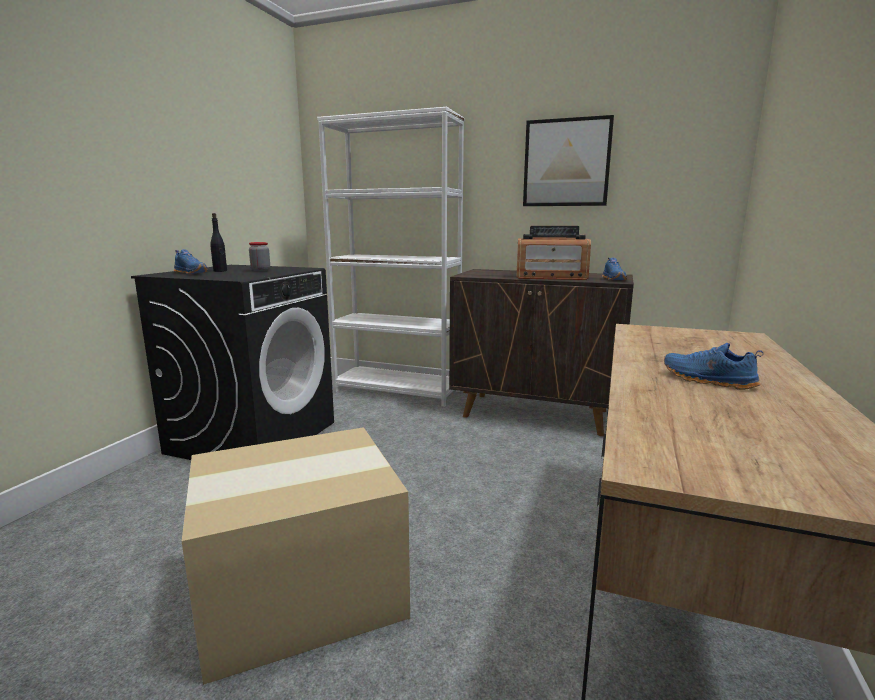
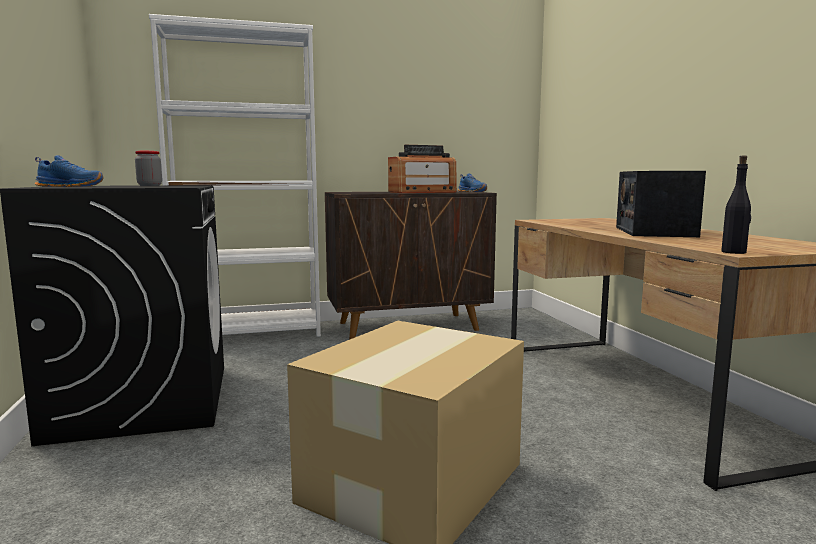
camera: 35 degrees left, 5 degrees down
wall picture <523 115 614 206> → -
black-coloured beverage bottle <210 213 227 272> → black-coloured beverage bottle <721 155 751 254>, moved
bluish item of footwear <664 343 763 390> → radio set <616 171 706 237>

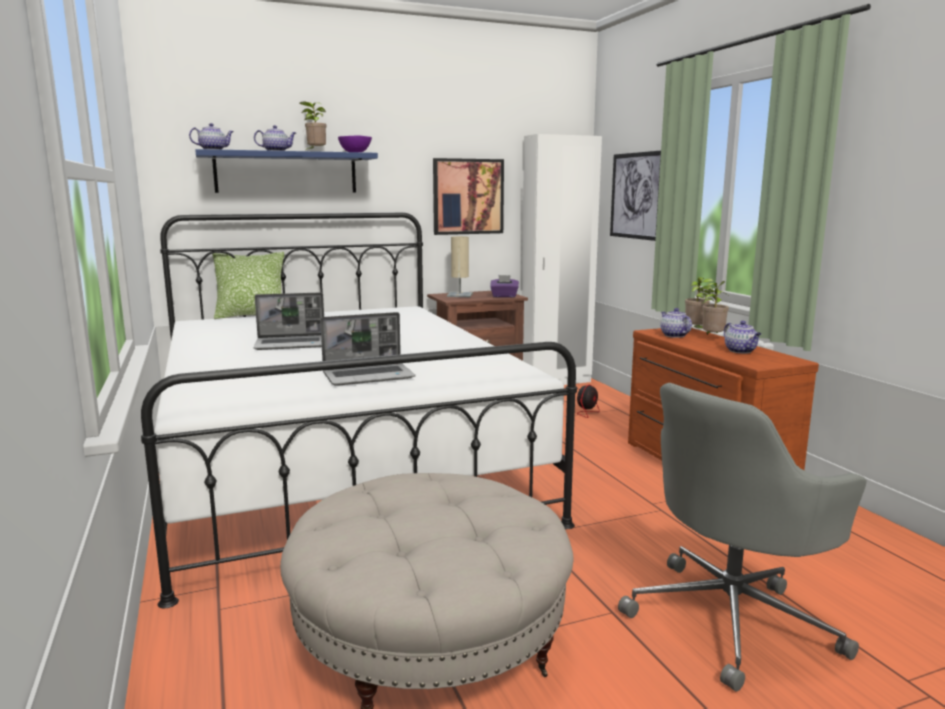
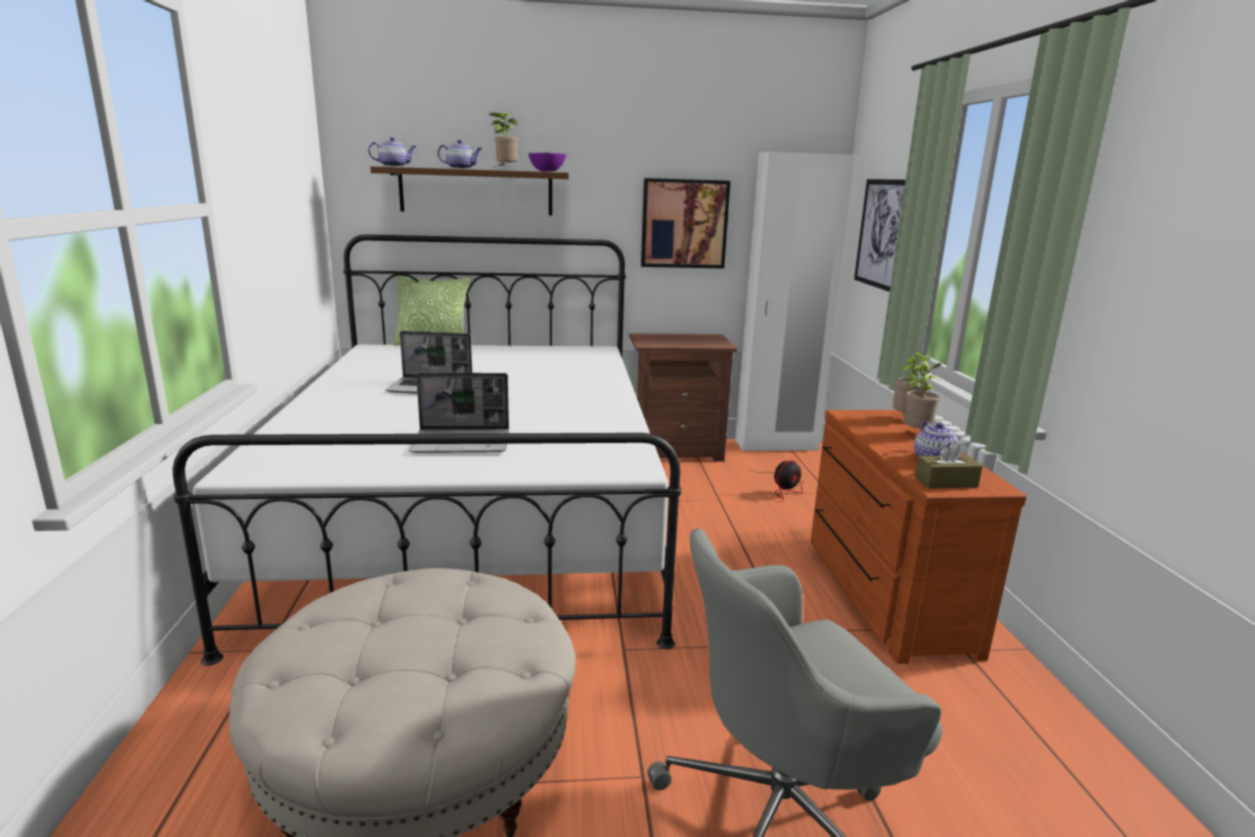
camera: 15 degrees right, 5 degrees up
bluish wall shelf <195 149 378 193> → brown wall shelf <370 166 569 215>
beige-coloured table lamp <447 236 473 297> → -
purple-coloured tissue holder <490 275 519 297> → -
tea pot <661 308 692 338> → -
- → brown tissue holder <915 440 983 489>

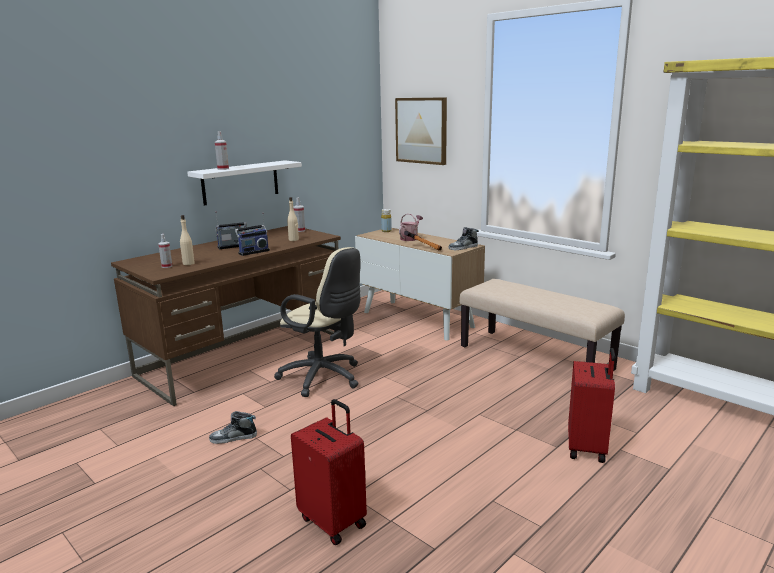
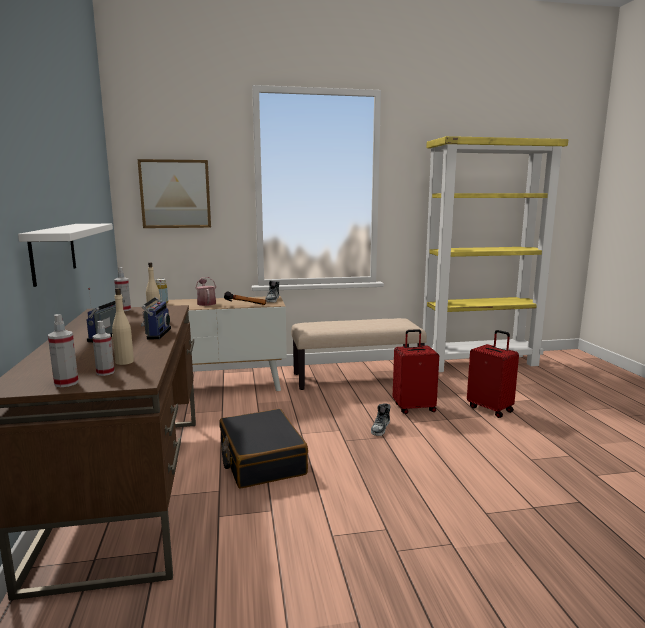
camera: 55 degrees left, 5 degrees down
spray bottle <215 131 229 170> → spray bottle <48 314 79 387>, moved
beige-coloured office chair <274 247 361 397> → black-coloured suitcase <219 409 308 489>
red suitcase <291 399 367 545> → red suitcase <393 329 439 414>, moved
item of footwear <209 411 257 444> → item of footwear <371 403 391 436>, moved

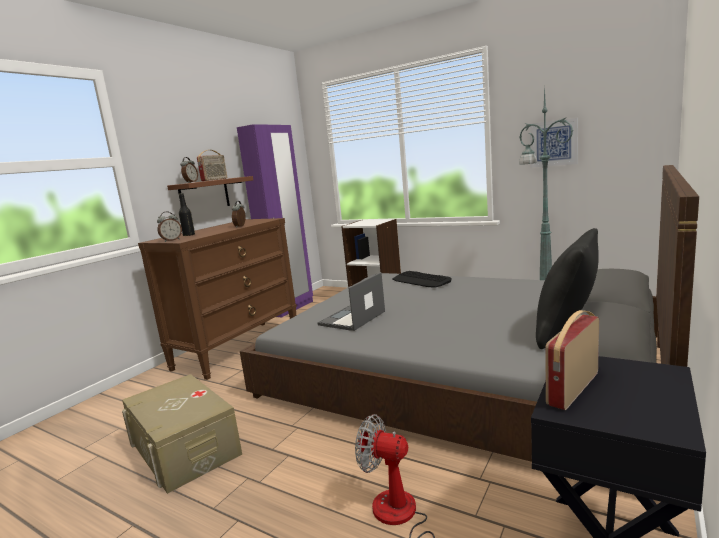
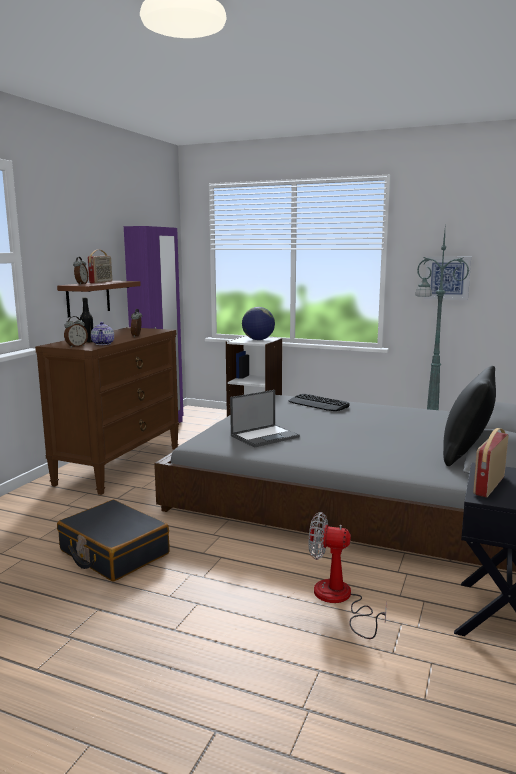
camera: 10 degrees left, 0 degrees up
notebook computer <318 272 385 331> → notebook computer <230 390 300 448>, 150 degrees counterclockwise
beige-coloured storage box <122 374 242 494> → black-coloured suitcase <57 500 170 582>
- → globe <242 307 275 340>
- → tea pot <91 322 114 345>

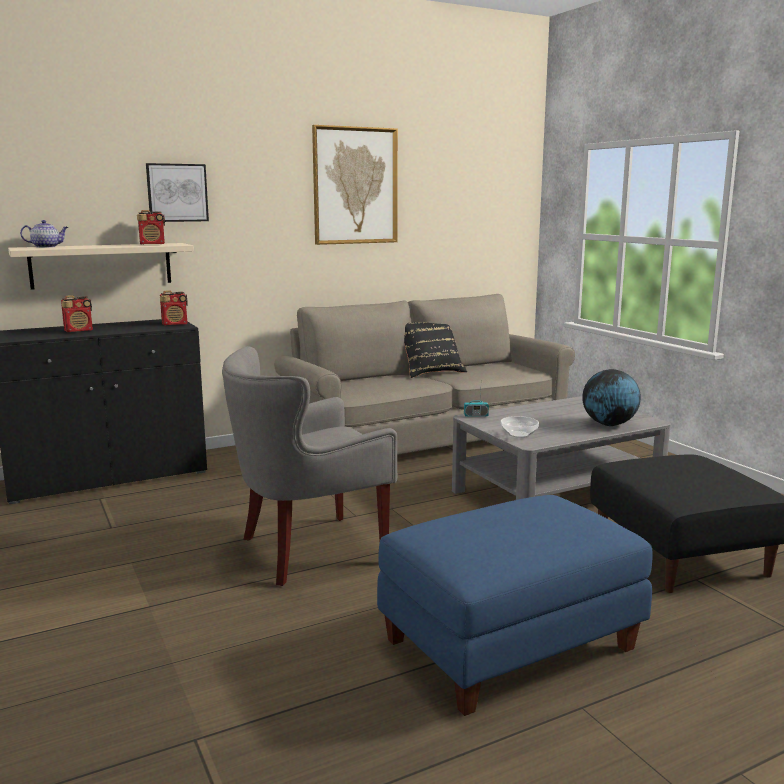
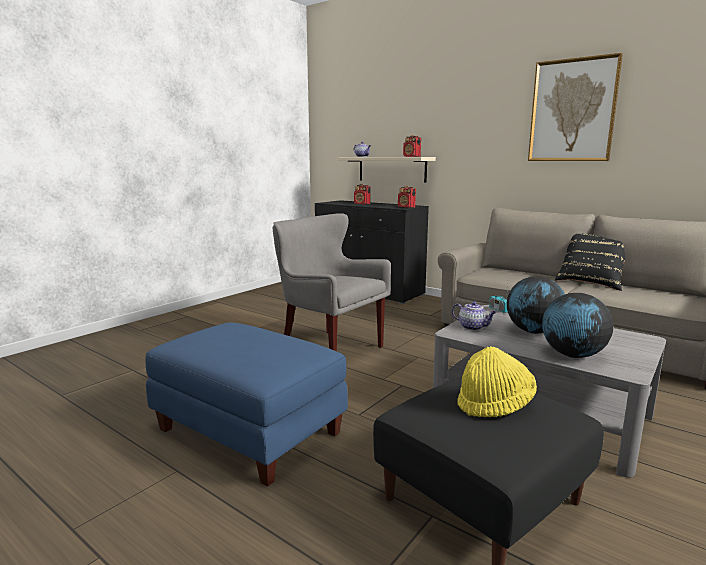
camera: 65 degrees right, 0 degrees up
wall picture <146 163 209 222> → -
bowl <501 416 539 438> → tea pot <452 301 497 330>
- → globe <507 276 565 334>
- → yellow-coloured clothing hat <457 346 537 417>

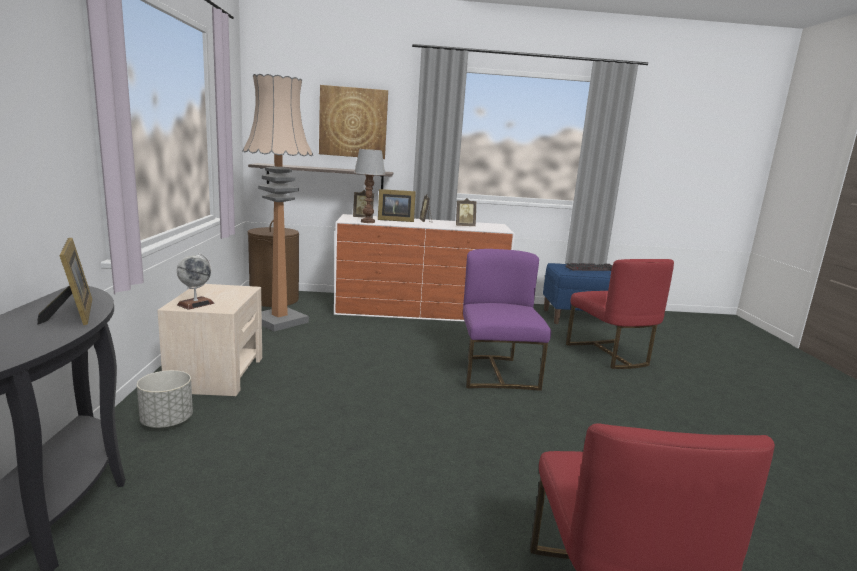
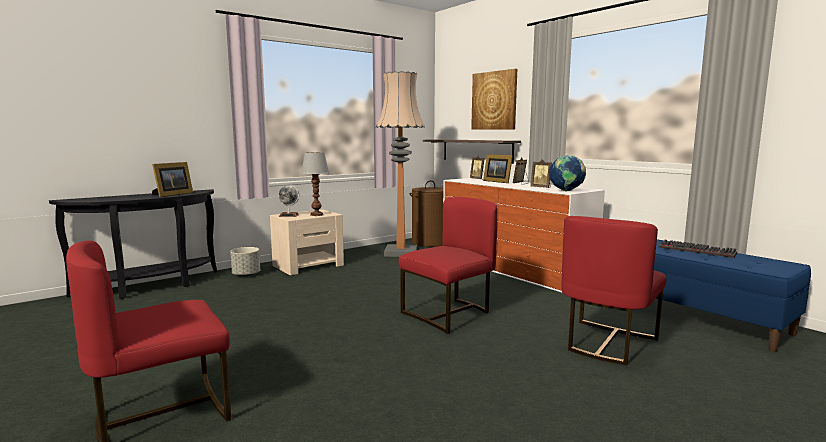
camera: 55 degrees right, 5 degrees down
table lamp <354 149 385 223> → table lamp <302 152 329 216>, moved
purple-coloured upright chair <463 249 551 391> → red upright chair <398 197 498 334>
- → globe <549 155 586 191>

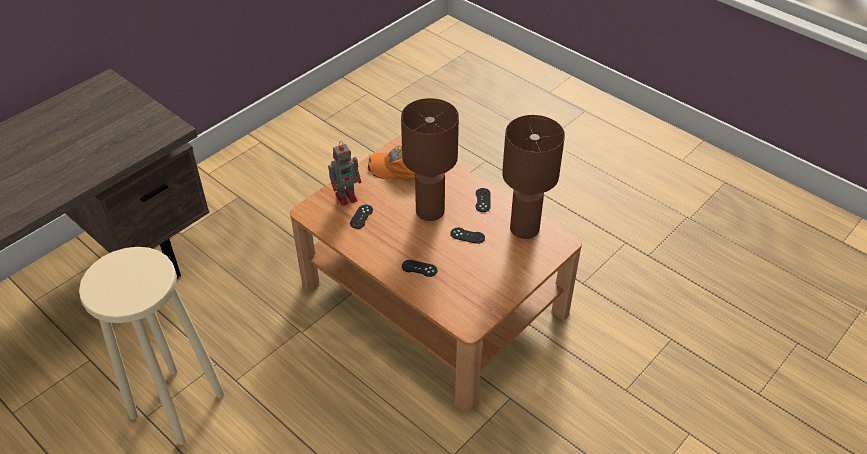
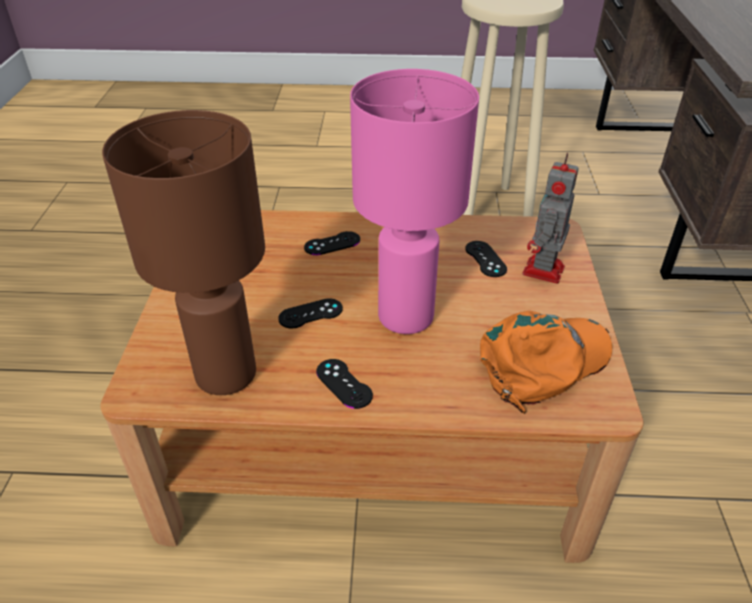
camera: 140 degrees right, 5 degrees down
brown table lamp <401 98 459 221> → pink table lamp <350 69 479 334>

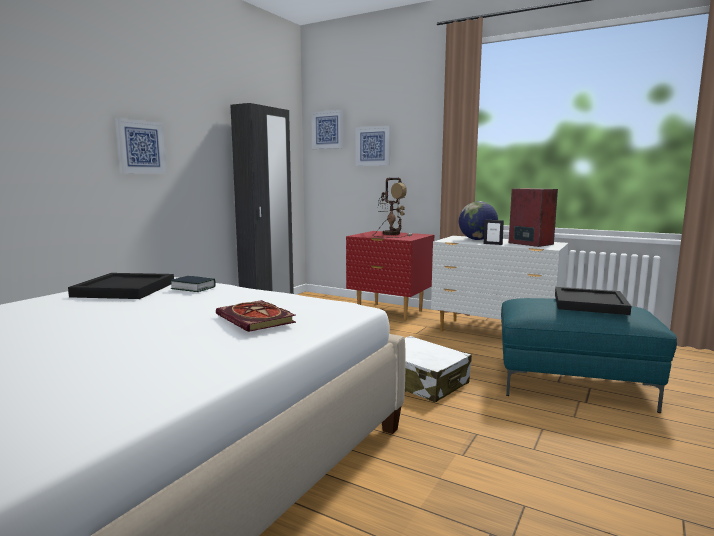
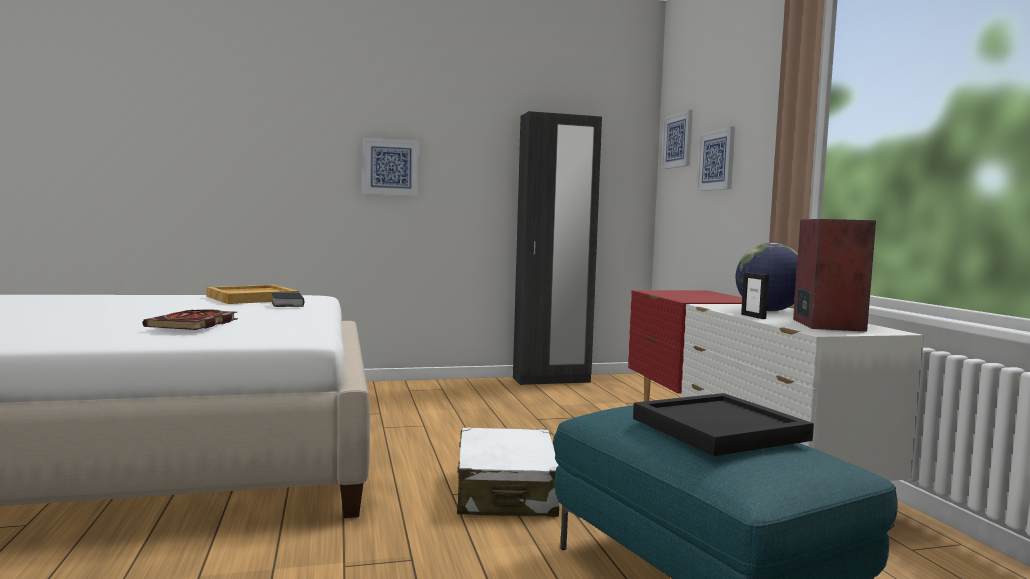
camera: 45 degrees right, 5 degrees down
table lamp <373 177 413 237> → -
black-coloured carrying tray <68 273 174 299> → beige-coloured carrying tray <206 285 299 304>

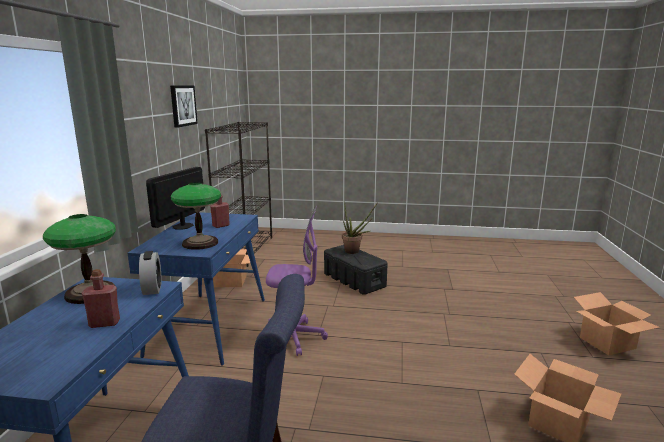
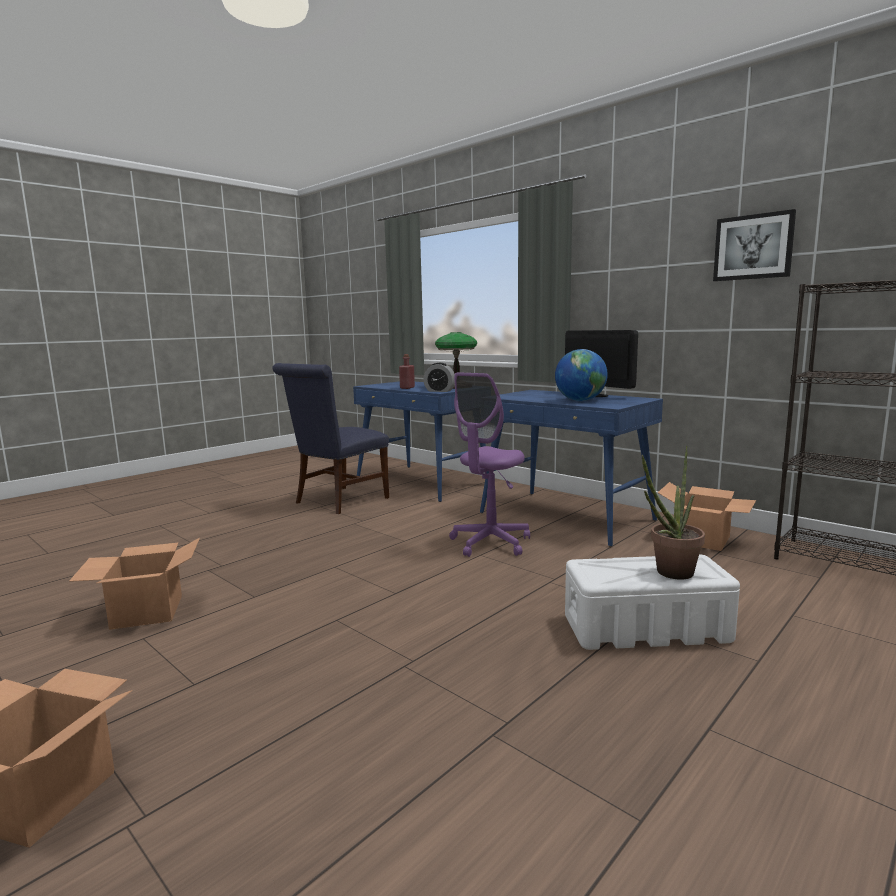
camera: 125 degrees right, 5 degrees down
table lamp <171 182 221 250> → -
red beverage bottle <210 195 230 228> → globe <555 349 608 401>
black-coloured storage box <324 245 388 295> → white-coloured storage box <565 554 740 650>

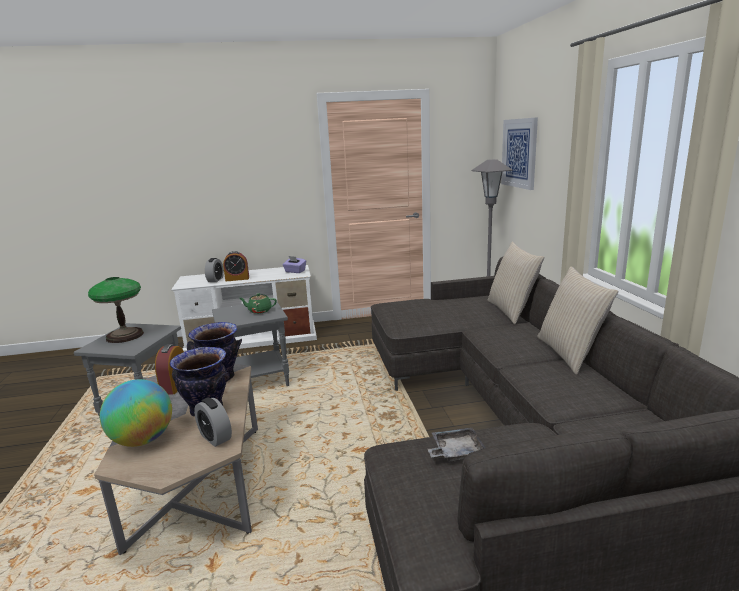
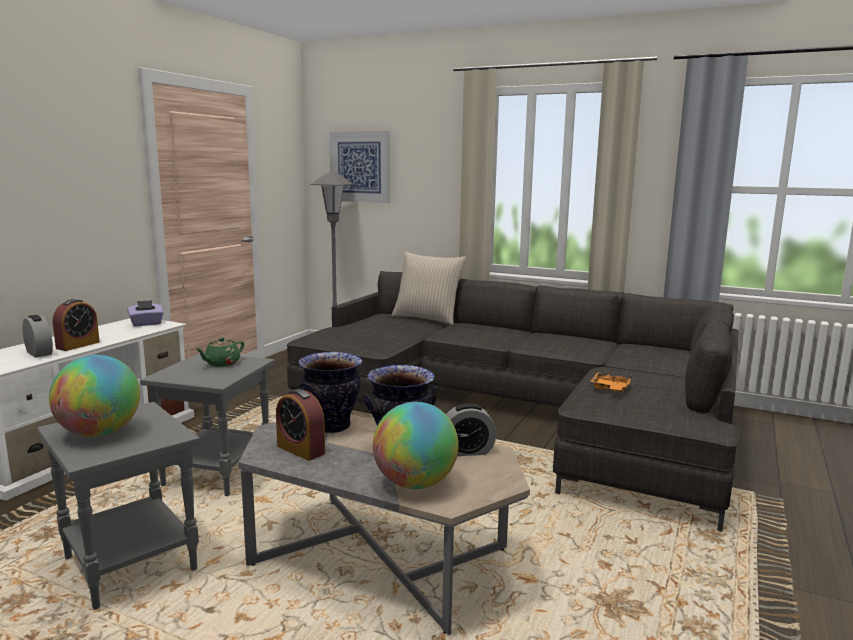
camera: 55 degrees left, 5 degrees down
beige-coloured cushion <537 266 618 375> → -
table lamp <88 277 144 343> → globe <49 355 140 437>
gray carrying tray <428 428 485 462> → orangey carrying tray <590 372 632 392>

